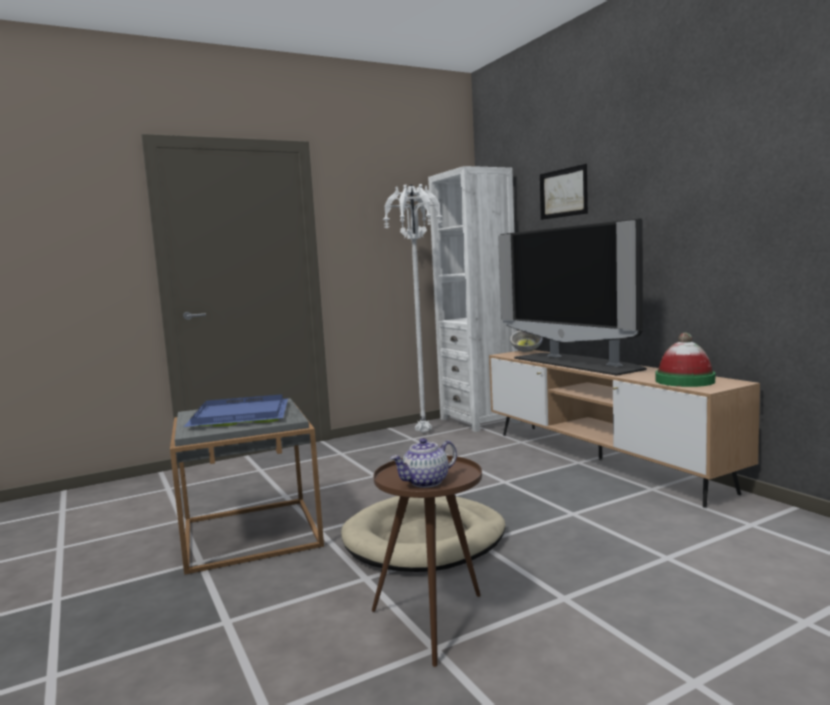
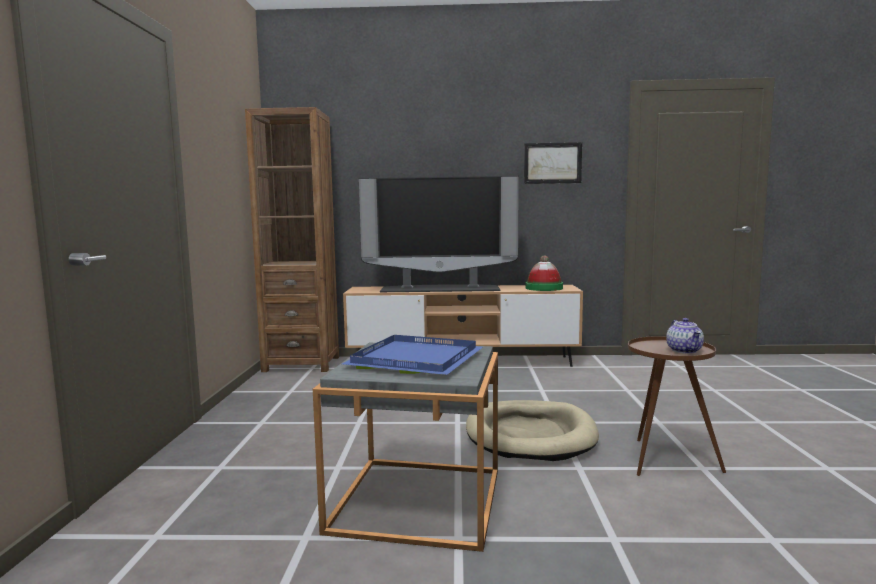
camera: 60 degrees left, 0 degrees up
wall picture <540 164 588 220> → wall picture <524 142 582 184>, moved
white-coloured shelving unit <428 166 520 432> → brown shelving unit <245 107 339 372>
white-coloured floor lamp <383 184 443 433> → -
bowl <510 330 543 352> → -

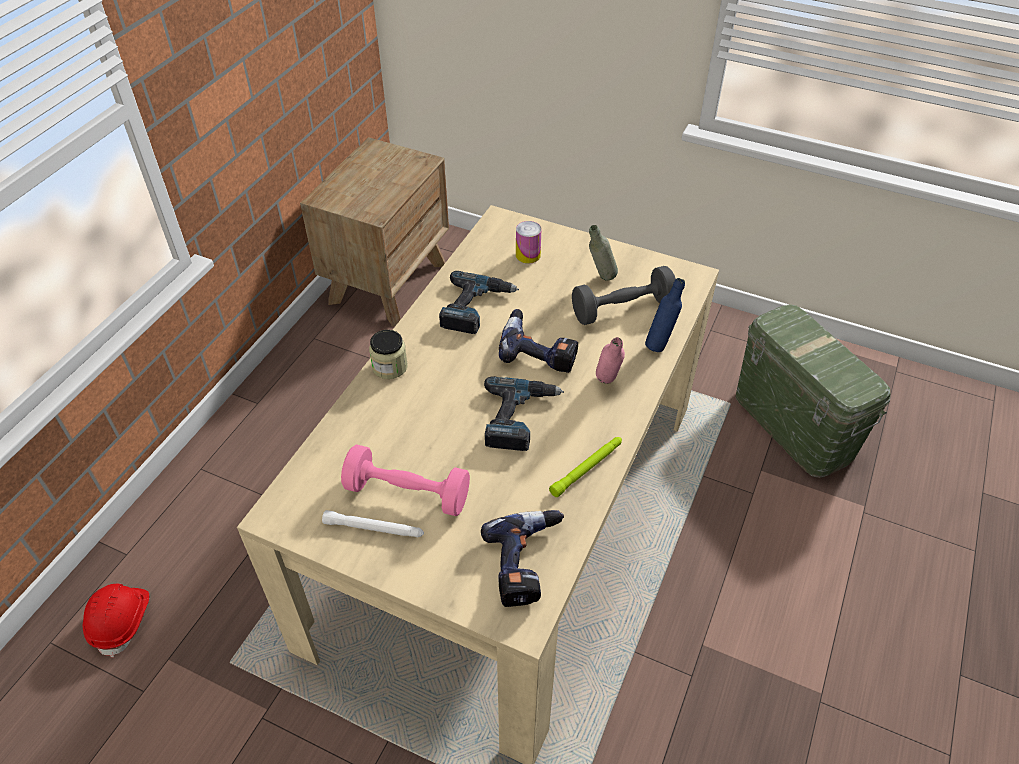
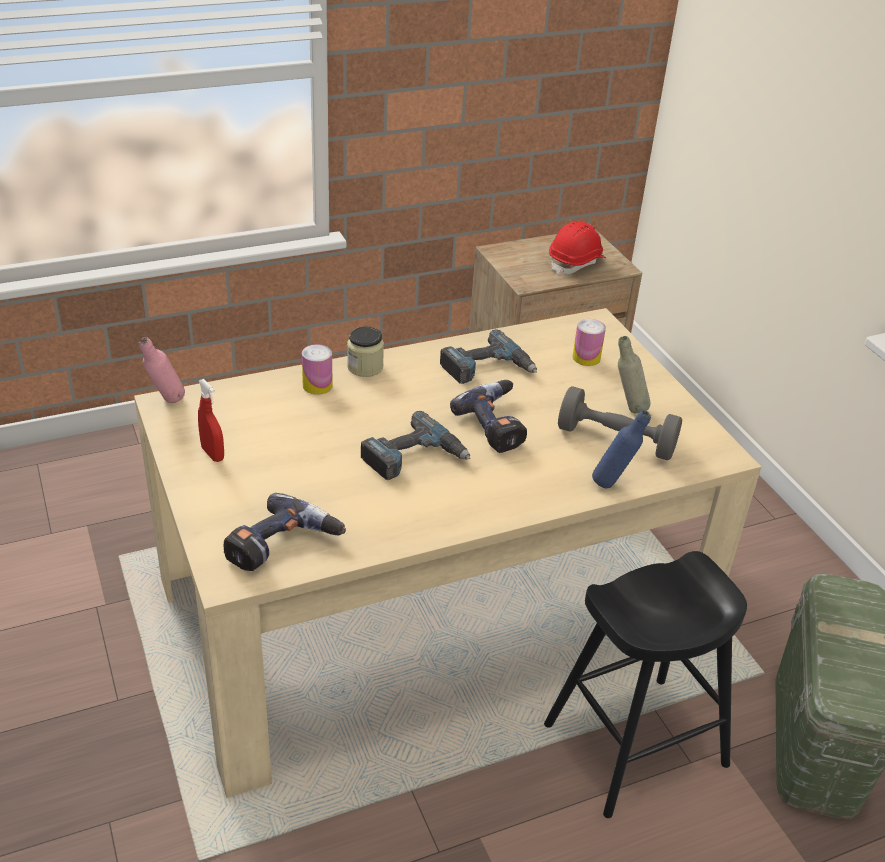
camera: 40 degrees right, 10 degrees down
pink beverage bottle <596 337 625 384> → pink beverage bottle <139 337 185 403>, moved
greenish hand torch <549 437 622 497> → -
pink hand weight <341 444 470 516> → -
white-coloured hand torch <322 510 424 537> → red spray bottle <198 379 224 462>
red work helmet <83 584 149 658> → red work helmet <549 221 606 275>, moved
- → metal can <302 344 333 395>
- → black-coloured sitting stool <544 551 747 818>

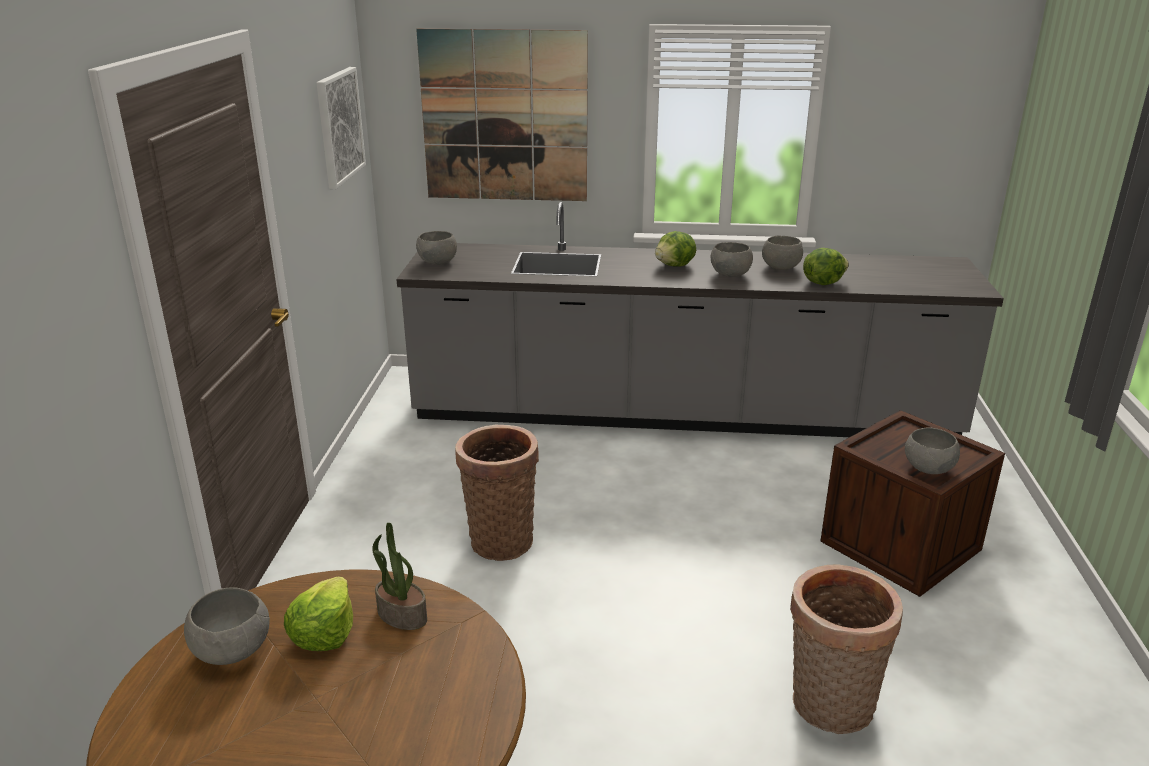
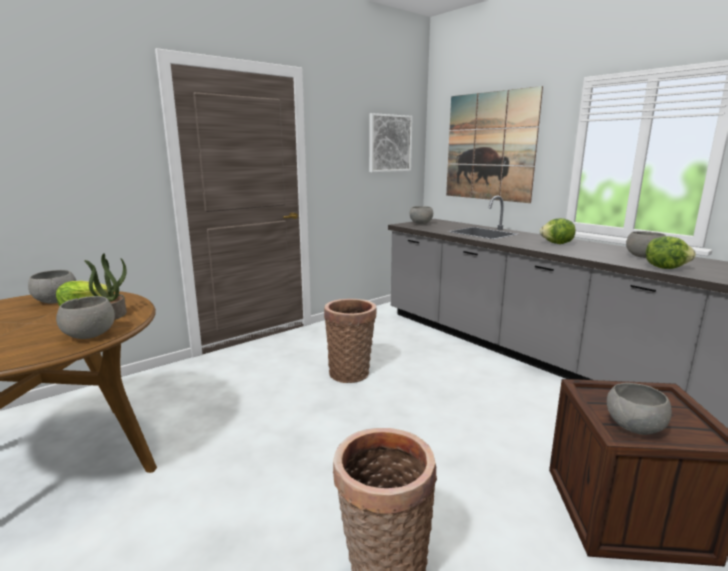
camera: 45 degrees right, 10 degrees down
gray bowl <711 242 753 277> → gray bowl <56 296 115 339>, moved

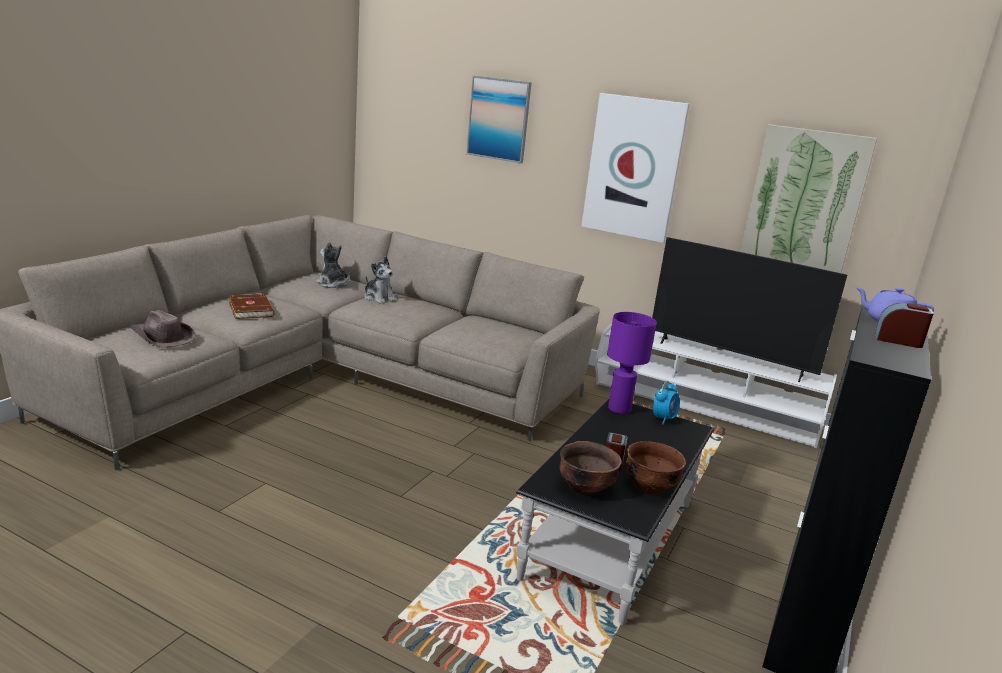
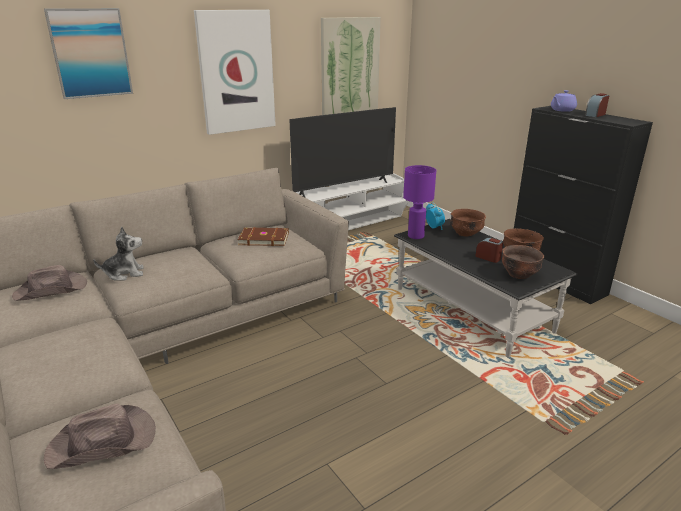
camera: 60 degrees left, 5 degrees up
plush toy <316 242 350 288> → brown clothing hat <12 265 87 301>
brown book <229 294 275 319> → brown book <237 227 289 246>, moved
- → brown bowl <451 209 486 237>

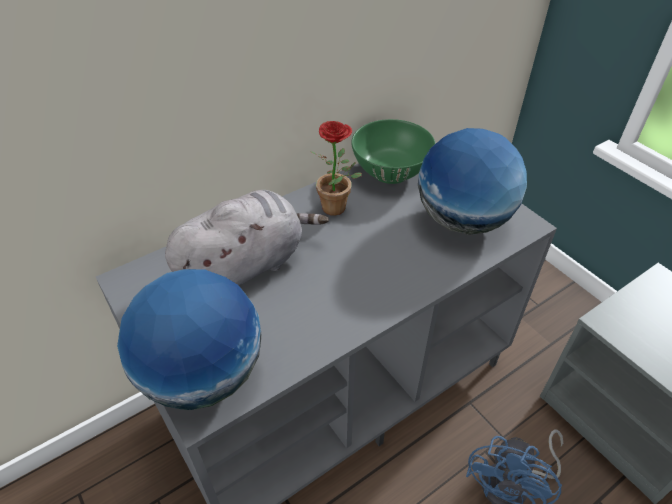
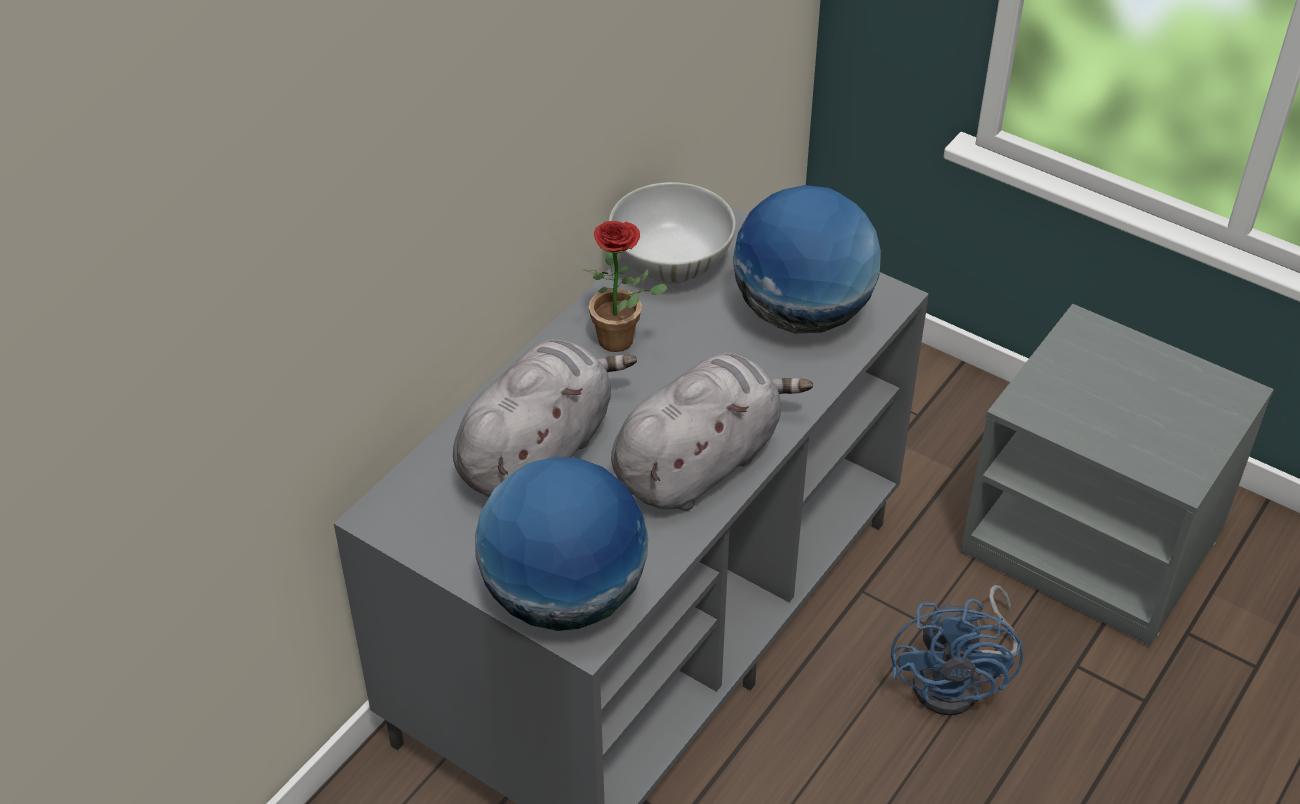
camera: 20 degrees left, 0 degrees up
greenish bowl <351 119 436 184> → white-coloured bowl <609 182 736 284>
- → gray plush toy <611 353 813 511>

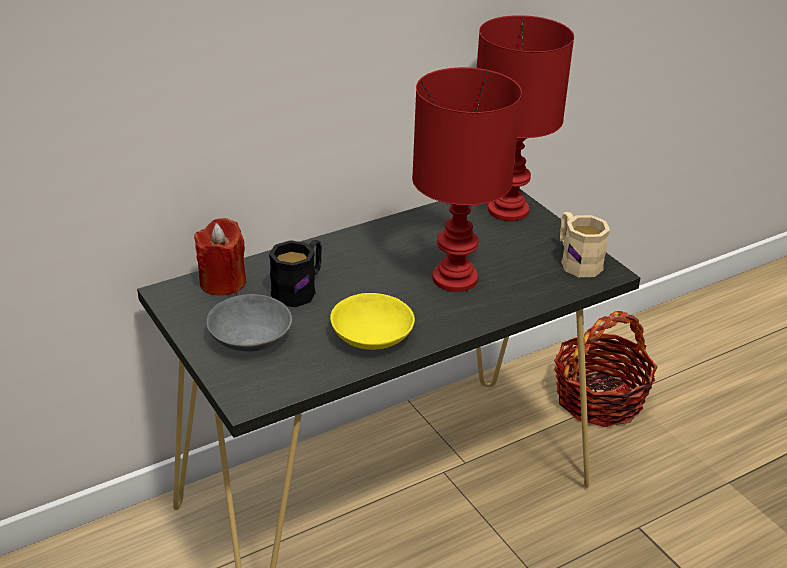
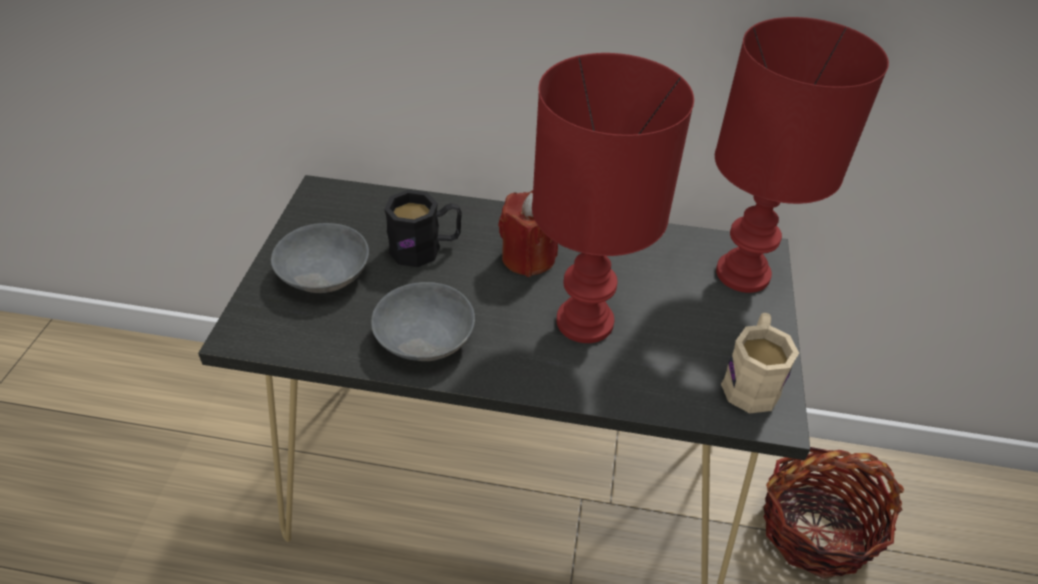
camera: 40 degrees right, 10 degrees up
red wax light <194 218 246 296> → red wax light <498 190 558 277>, moved
yellow-coloured bowl <330 293 415 350> → gray bowl <371 282 475 361>

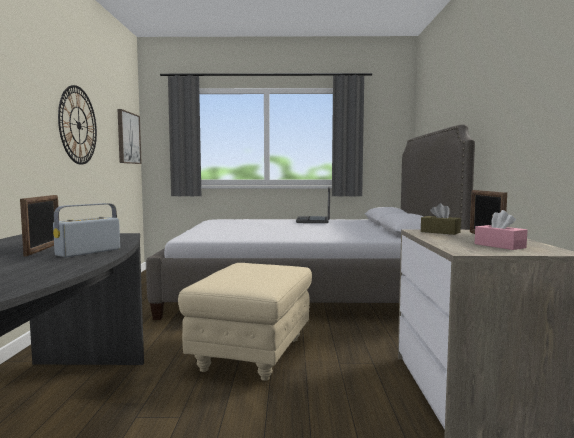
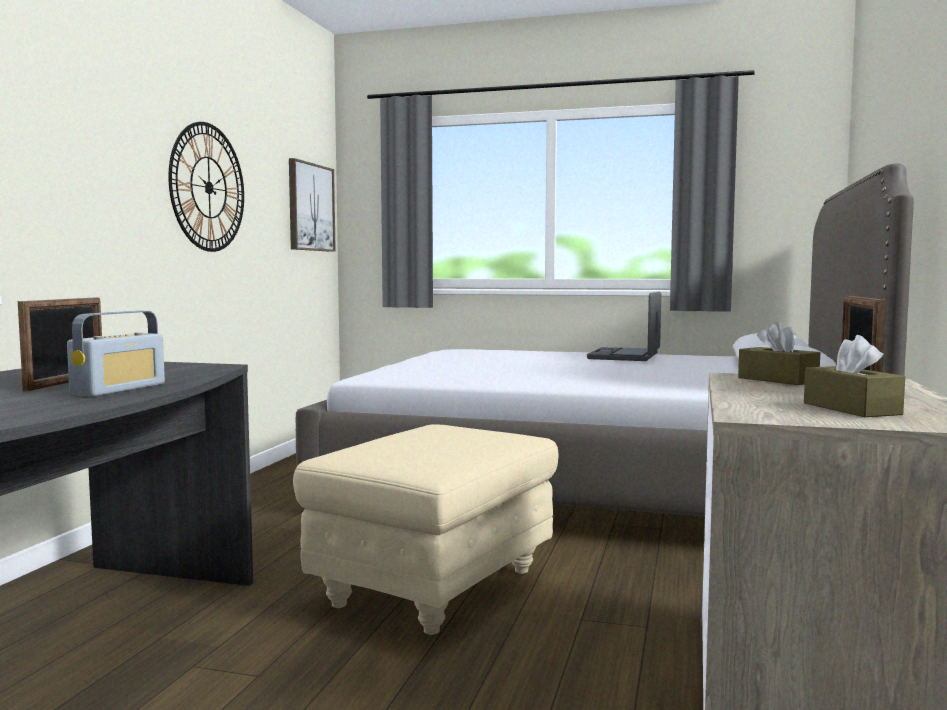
camera: 15 degrees right, 0 degrees up
radio set <53 203 120 257> → radio set <67 311 165 397>, 150 degrees clockwise
pink tissue holder <475 210 527 250> → brown tissue holder <804 335 905 417>

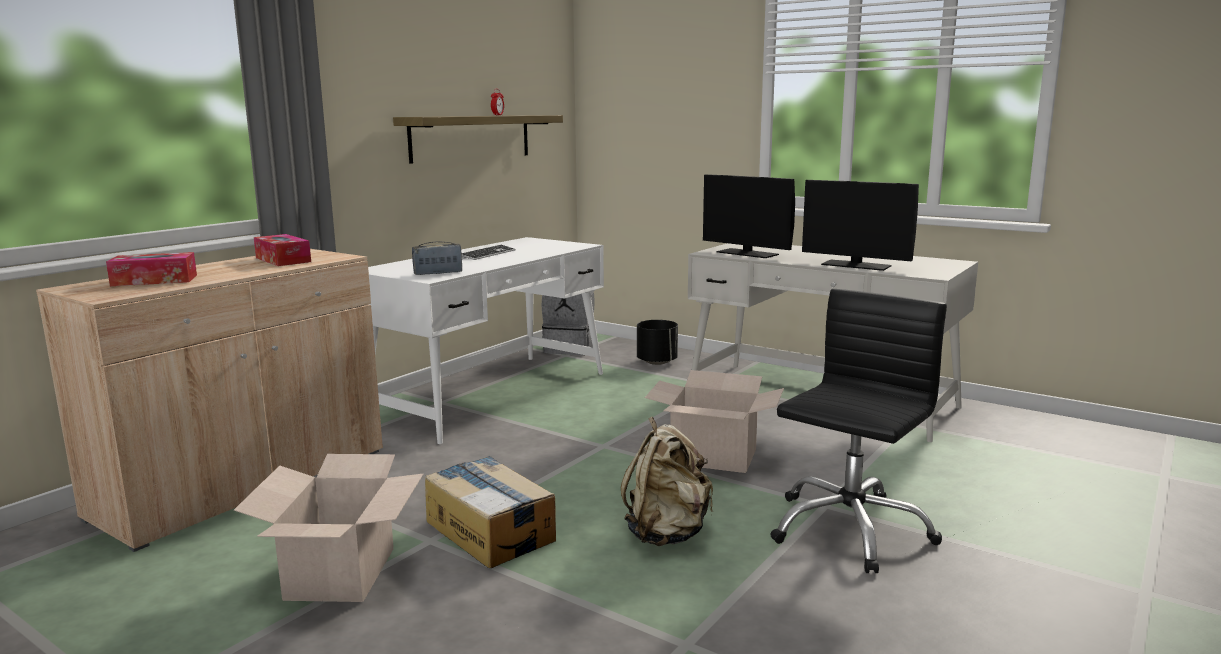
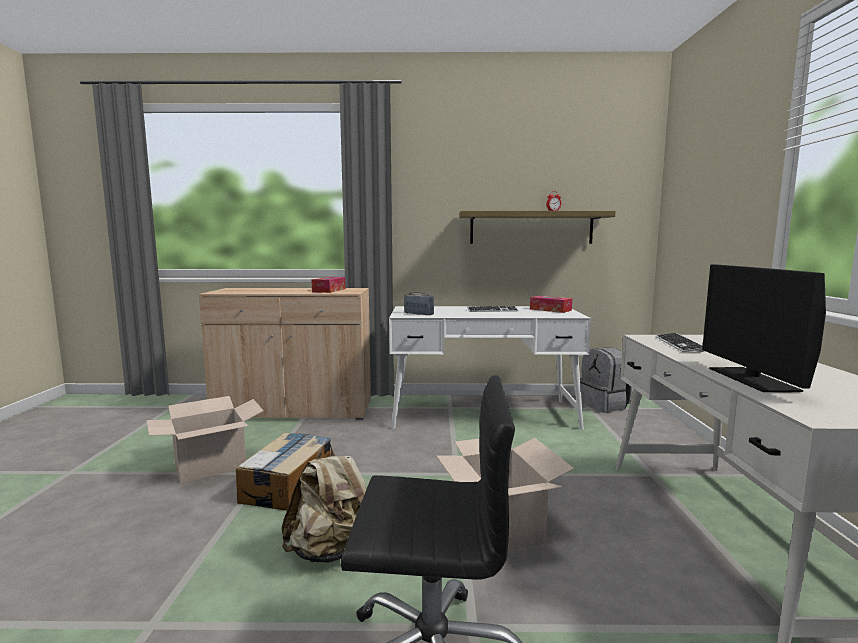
camera: 55 degrees right, 5 degrees down
monitor <703 174 795 258> → computer keyboard <656 333 704 352>
tissue holder <106 252 197 286> → tissue holder <530 296 572 313>, moved
black-coloured plant pot <637 320 678 365> → -

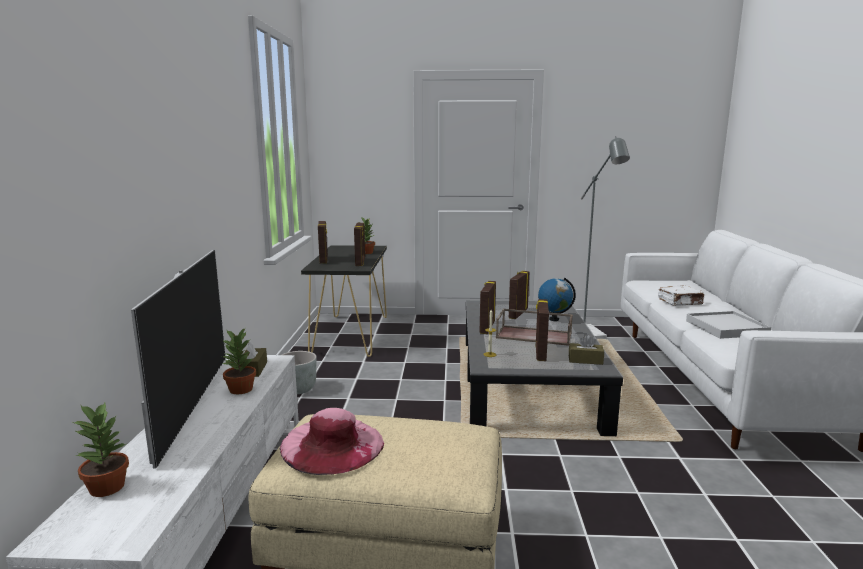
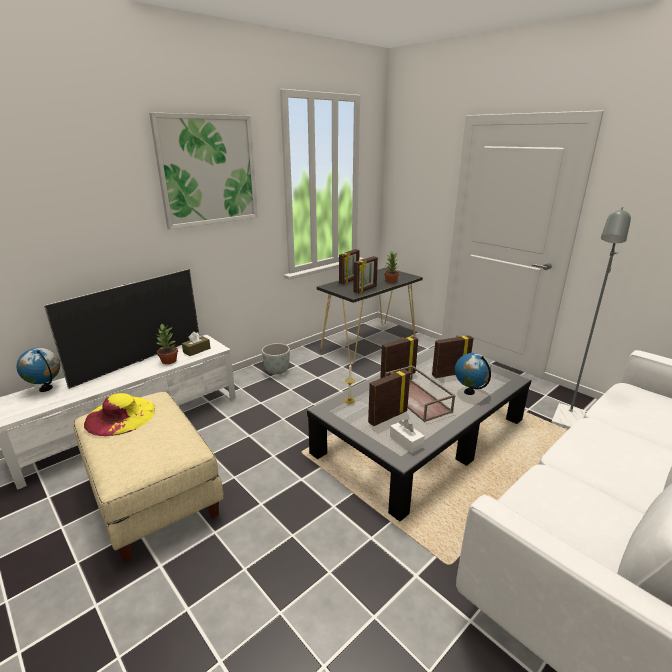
camera: 45 degrees right, 10 degrees up
white-coloured book <658 285 704 306> → -
white-coloured carrying tray <686 311 771 339> → -
brown tissue holder <569 334 604 365> → white-coloured tissue holder <390 419 425 453>
potted plant <73 403 129 497> → globe <17 348 60 392>
pink clothing hat <280 408 384 475> → yellow-coloured clothing hat <84 393 155 436>
- → wall picture <149 112 258 230>

